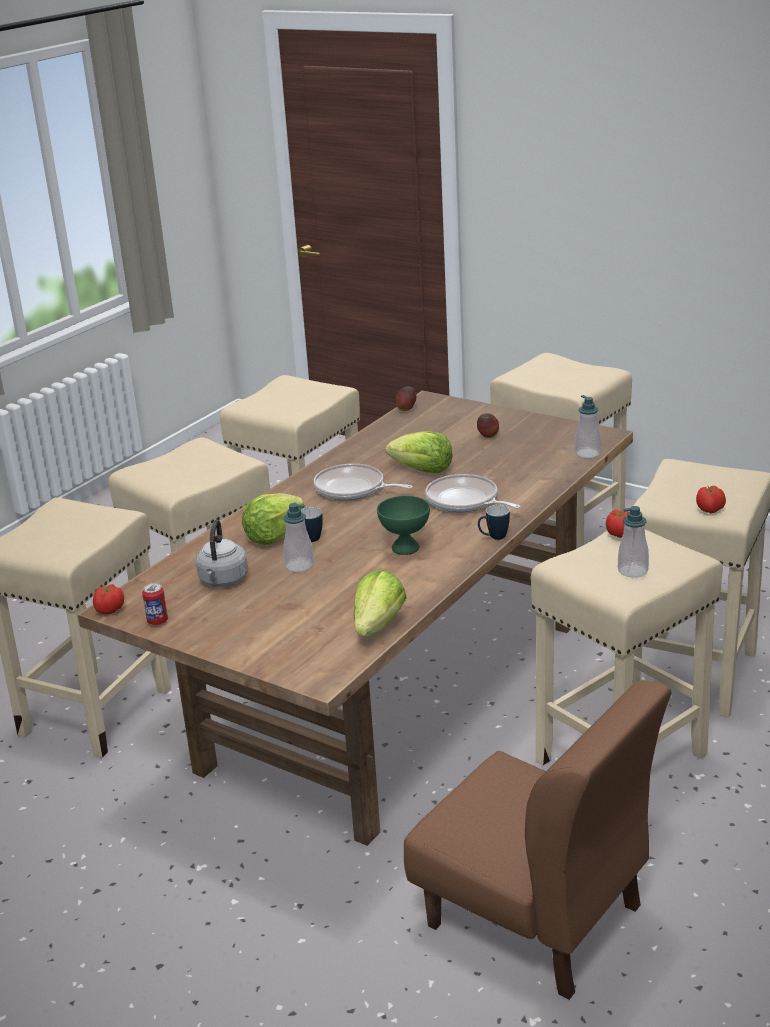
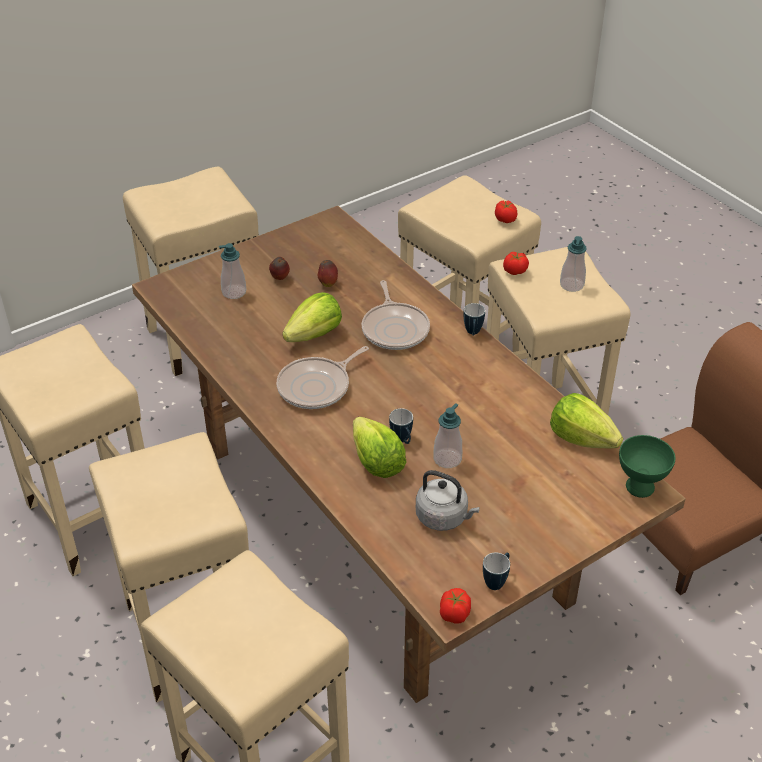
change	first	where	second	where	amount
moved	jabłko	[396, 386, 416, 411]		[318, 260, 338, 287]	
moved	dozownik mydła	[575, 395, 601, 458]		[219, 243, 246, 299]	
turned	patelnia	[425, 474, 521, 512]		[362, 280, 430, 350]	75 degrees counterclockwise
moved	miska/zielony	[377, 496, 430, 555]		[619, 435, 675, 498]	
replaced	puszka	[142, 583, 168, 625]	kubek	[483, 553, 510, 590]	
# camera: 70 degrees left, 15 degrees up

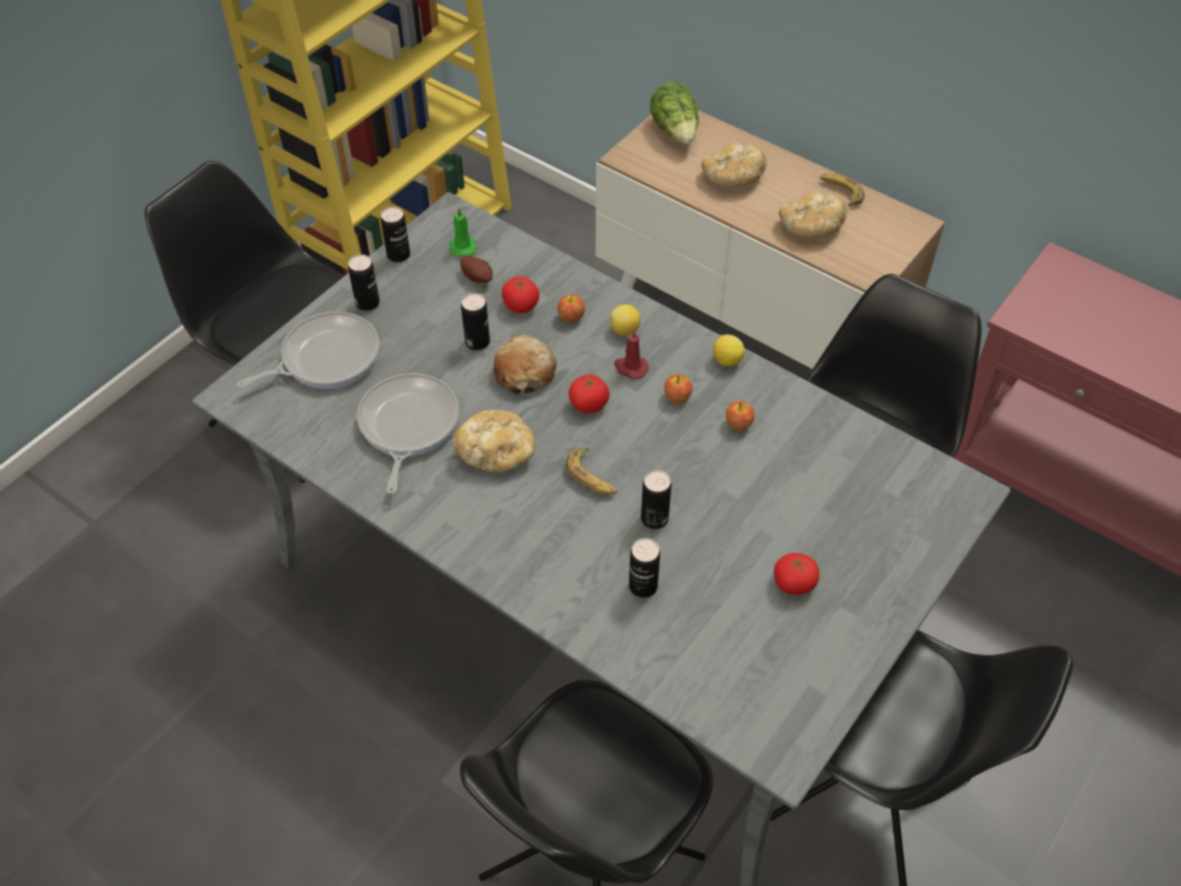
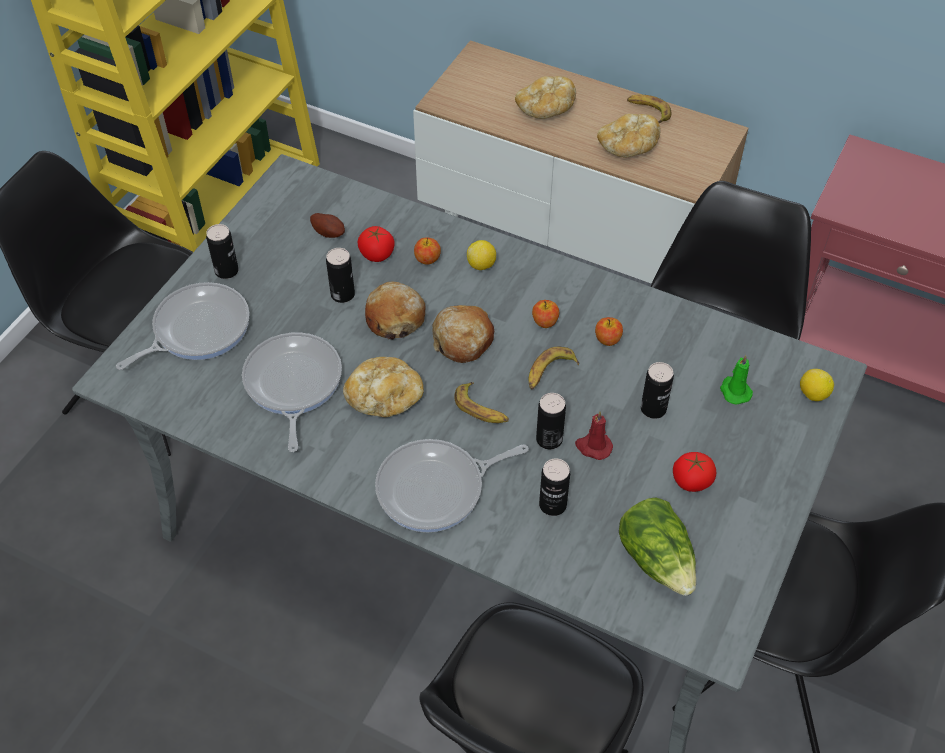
change	first	where	second	where	amount
moved	sałata	[650, 82, 699, 144]		[619, 497, 696, 596]	
moved	puszka	[381, 207, 410, 262]		[641, 362, 674, 419]	
moved	świeca/zielony	[450, 207, 477, 256]		[720, 355, 753, 405]	
moved	świeca/czerwony	[614, 328, 649, 379]		[575, 411, 613, 460]	
moved	cytryna	[713, 334, 745, 366]		[800, 369, 834, 401]	
replaced	pomidor	[569, 374, 610, 413]	chleb	[432, 305, 494, 363]	
added			banan	[529, 347, 579, 389]	
added			patelnia	[375, 439, 529, 533]	
# camera: 10 degrees left, 0 degrees up

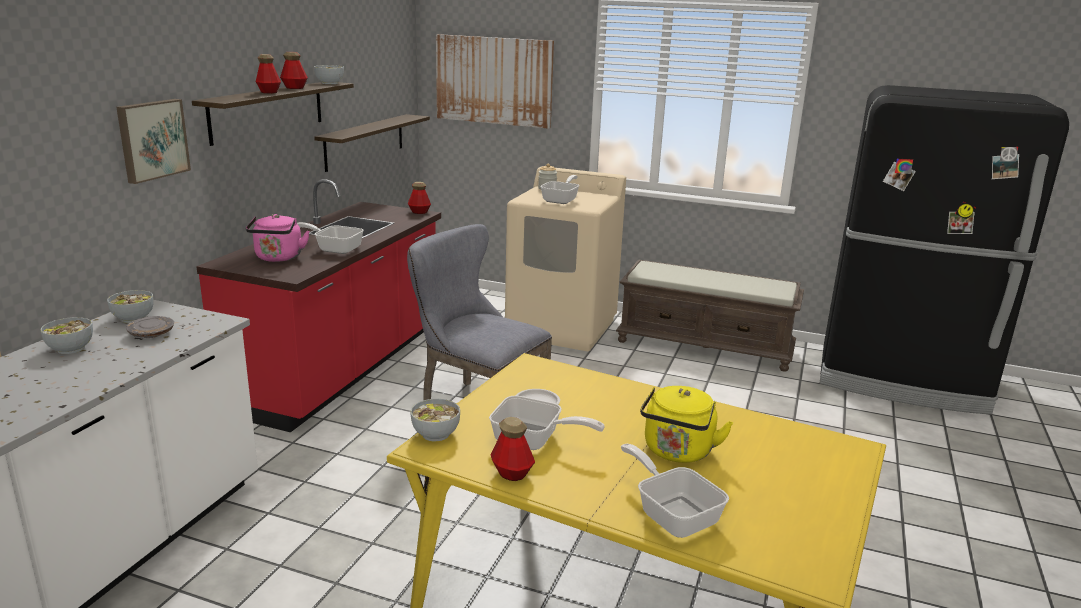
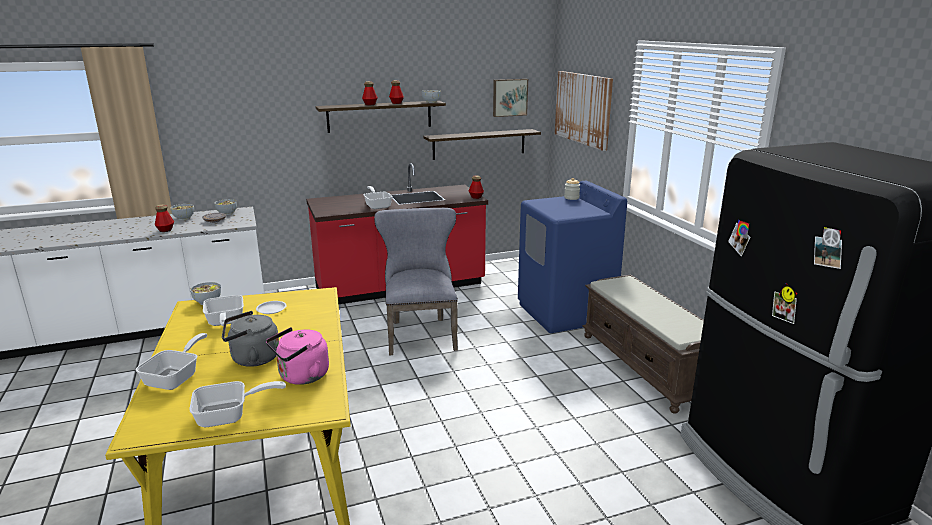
change	first	where	second	where	amount
moved	obraz	[116, 99, 191, 184]		[493, 79, 528, 117]	
recoloured	pralka/beżowy	[505, 167, 626, 351]	pralka/niebieski	[518, 181, 627, 333]	
moved	patelnia	[540, 175, 580, 204]		[189, 381, 286, 427]	
moved	czajnik/różowy	[246, 214, 310, 262]		[266, 327, 329, 385]	
recoloured	czajnik/żółty	[640, 386, 733, 463]	czajnik/szary	[222, 311, 279, 367]	
moved	butelka	[491, 417, 535, 481]		[155, 204, 174, 232]	
# camera: 50 degrees right, 0 degrees up

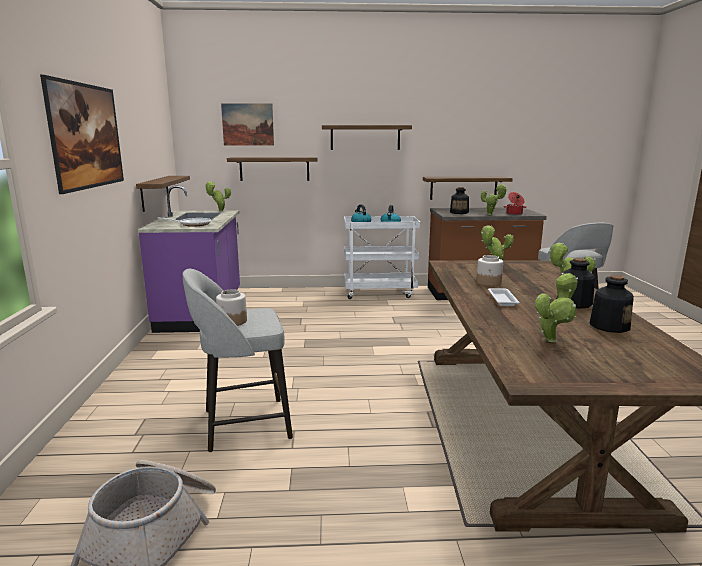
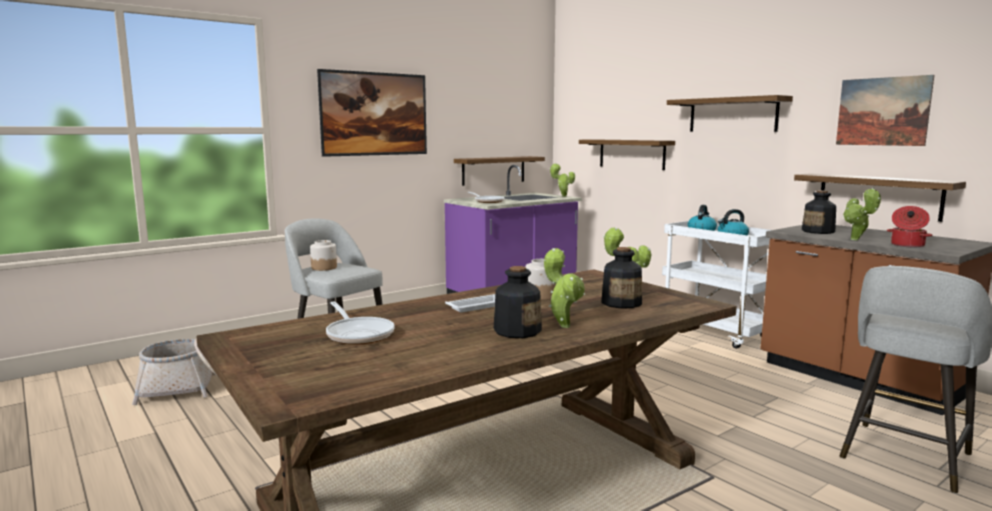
change	first	where	second	where	amount
moved	obraz	[221, 103, 274, 146]		[836, 75, 934, 146]	
replaced	roślina doniczkowa	[535, 273, 578, 342]	patelnia	[326, 301, 395, 345]	
moved	butelka	[589, 275, 634, 333]		[601, 247, 642, 309]	
# camera: 55 degrees right, 5 degrees down

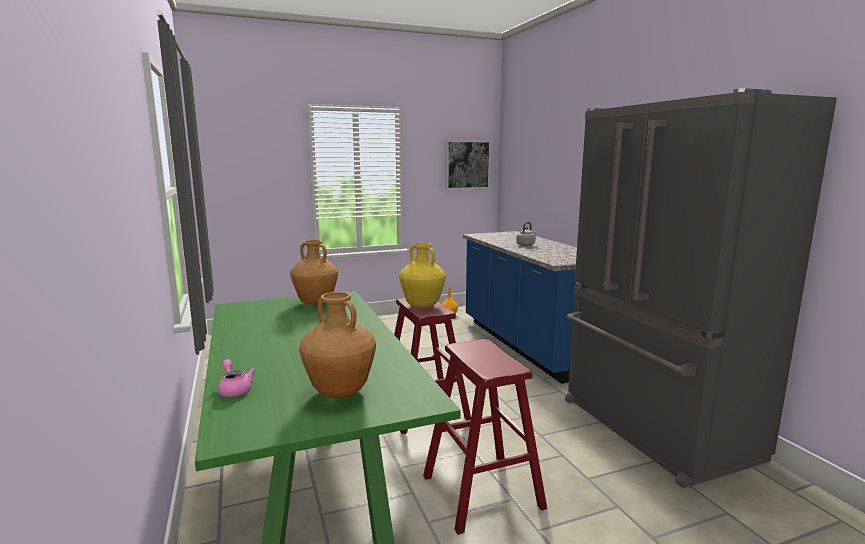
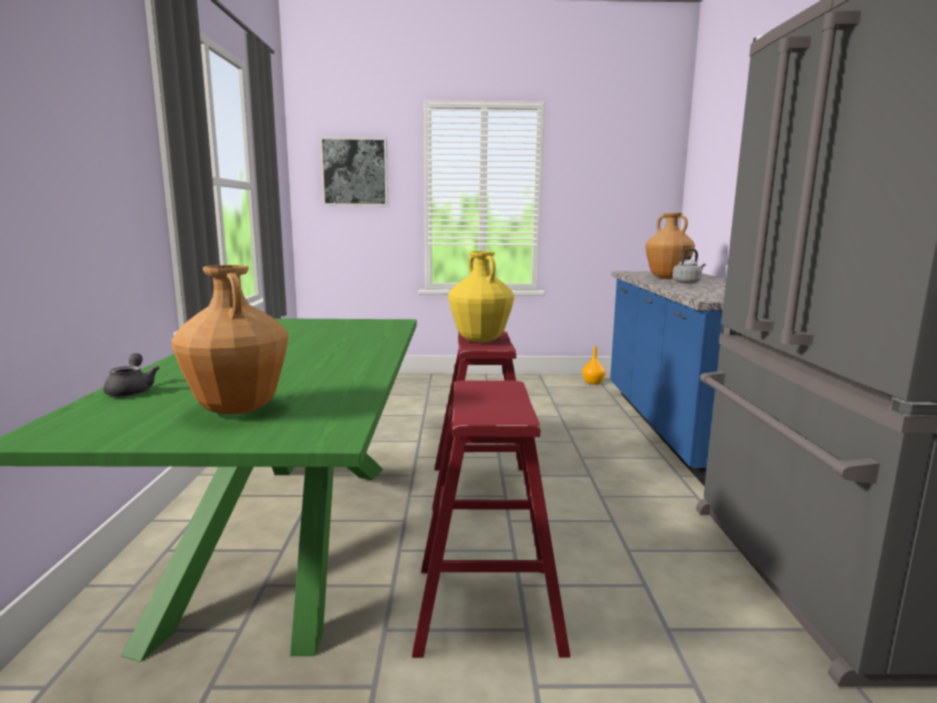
change	first	where	second	where	amount
moved	obraz	[445, 140, 491, 190]		[319, 137, 388, 206]	
moved	wazon/brązowy	[290, 240, 338, 305]		[645, 213, 695, 279]	
recoloured	imbryk/różowy	[218, 359, 256, 397]	imbryk/szary	[103, 353, 159, 397]	
# camera: 20 degrees right, 0 degrees up

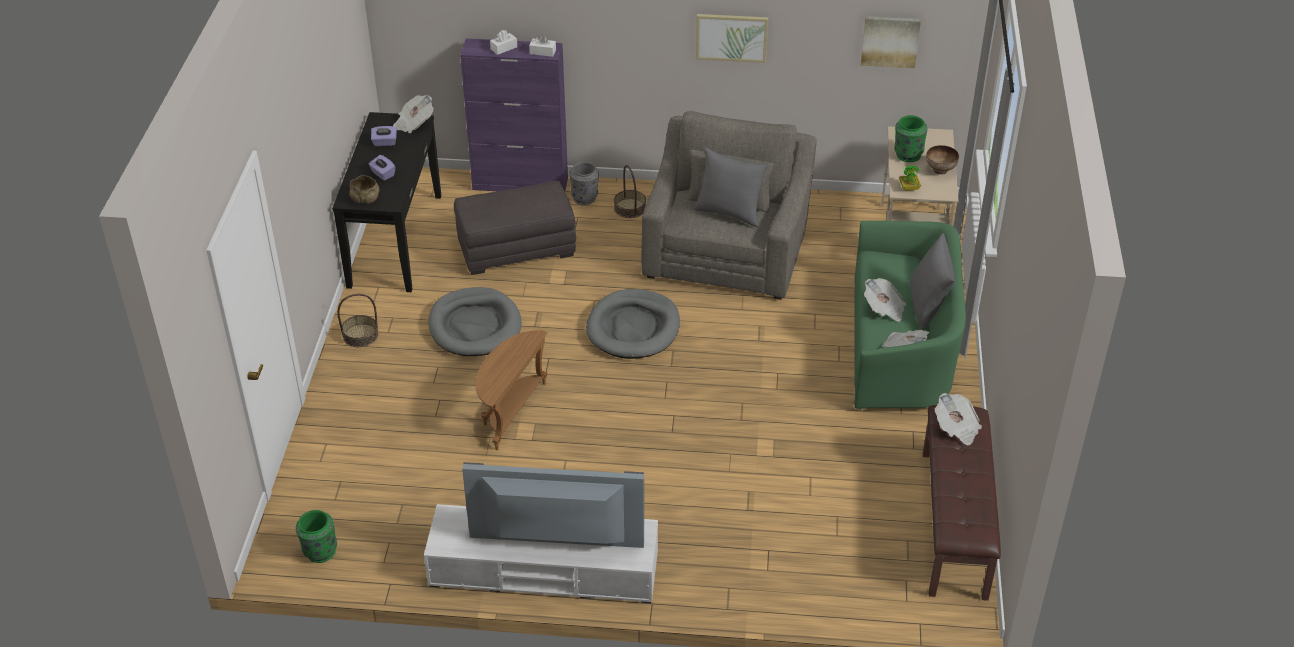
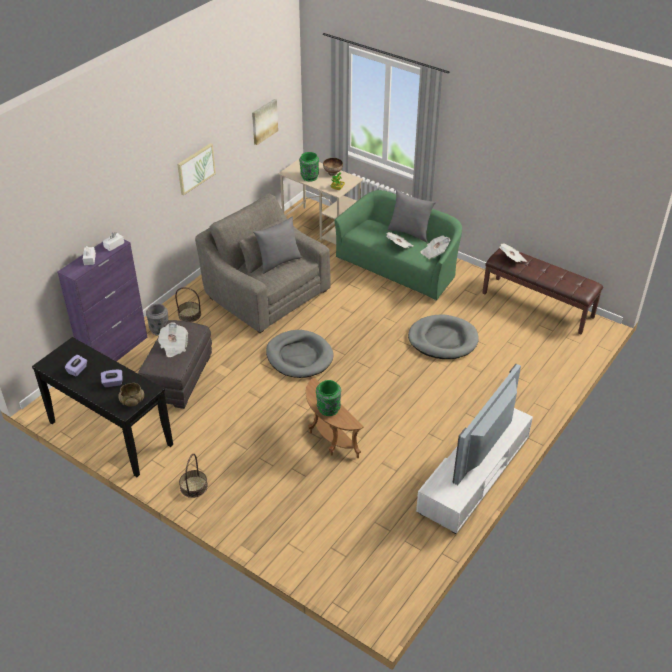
change	first	where	second	where	amount
moved	gazeta	[393, 95, 434, 133]		[158, 322, 188, 357]	
moved	legowisko/szary	[428, 287, 522, 356]		[408, 314, 479, 359]	
moved	wazon/zielony	[296, 510, 337, 563]		[316, 380, 341, 416]	
# camera: 60 degrees left, 0 degrees up

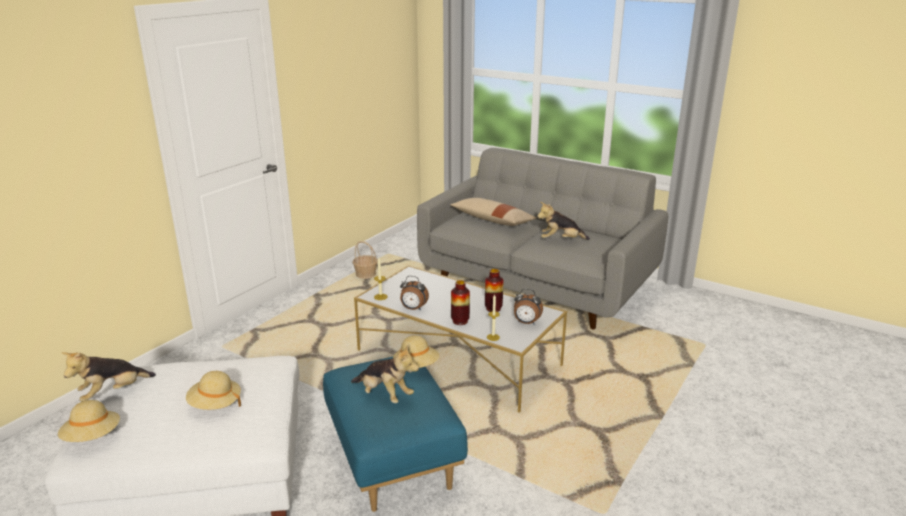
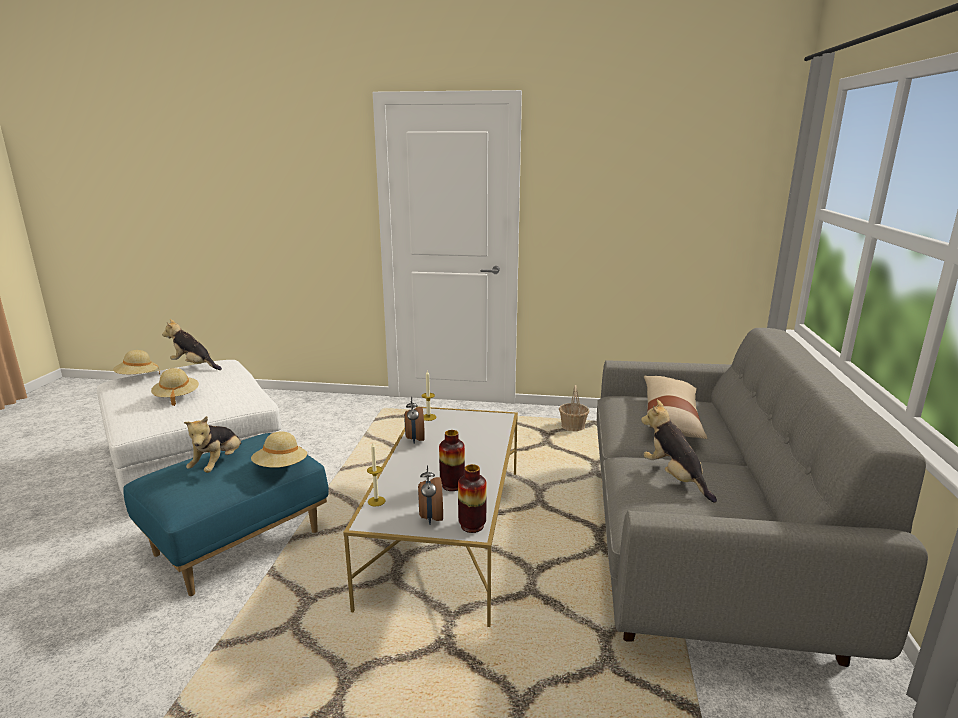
change	first	where	second	where	amount
moved	wazon	[451, 280, 470, 325]		[458, 464, 487, 533]	
# camera: 65 degrees right, 5 degrees down

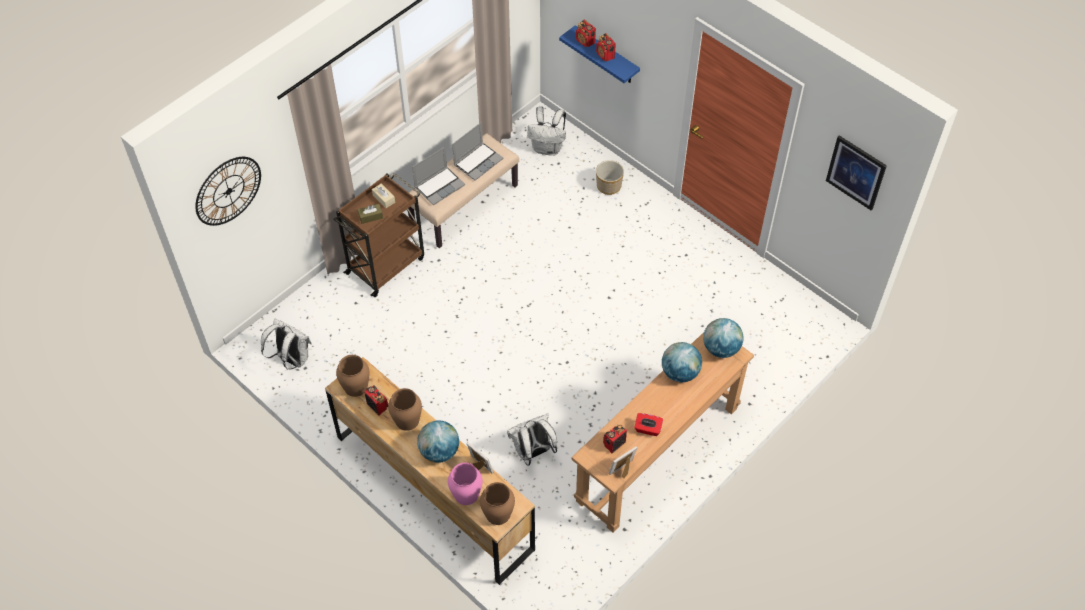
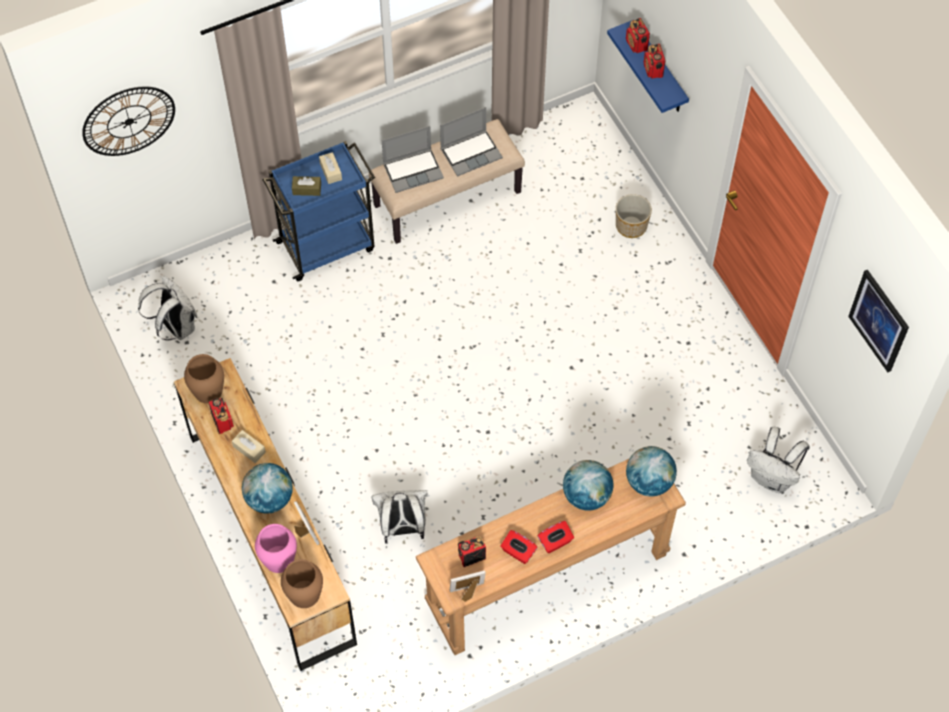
change	first	where	second	where	amount
moved	plecak/biały	[527, 106, 566, 156]		[747, 427, 810, 493]	
recoloured	wózek/brązowy	[334, 173, 424, 297]	wózek/niebieski	[263, 141, 375, 281]	
replaced	wazon/brązowy	[388, 388, 422, 431]	pudełko chusteczek/beżowy	[232, 430, 266, 463]	
added			pudełko chusteczek/czerwony	[537, 521, 574, 553]	
# camera: 20 degrees right, 5 degrees up

